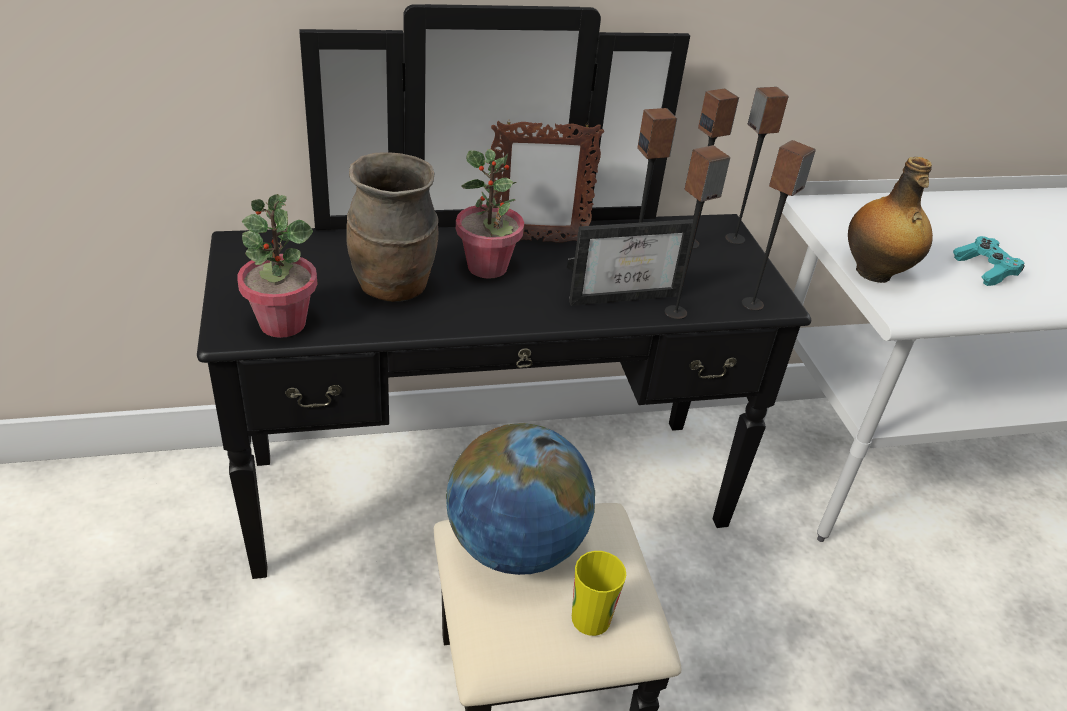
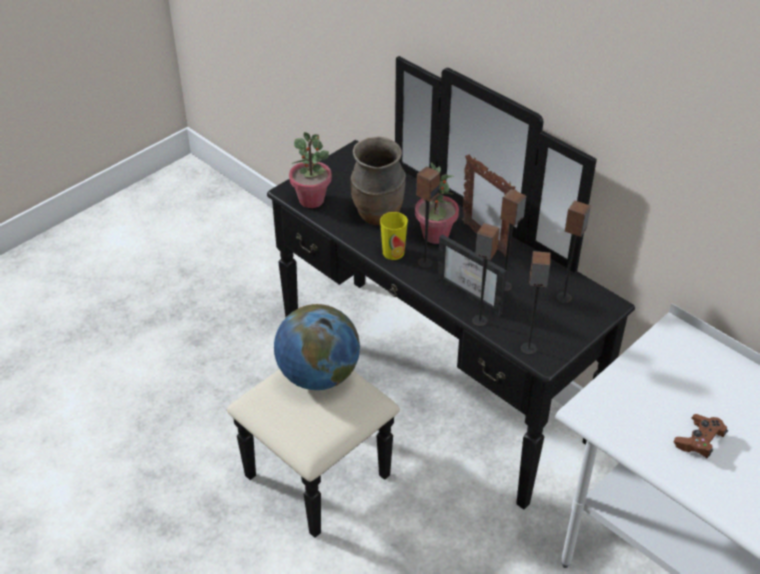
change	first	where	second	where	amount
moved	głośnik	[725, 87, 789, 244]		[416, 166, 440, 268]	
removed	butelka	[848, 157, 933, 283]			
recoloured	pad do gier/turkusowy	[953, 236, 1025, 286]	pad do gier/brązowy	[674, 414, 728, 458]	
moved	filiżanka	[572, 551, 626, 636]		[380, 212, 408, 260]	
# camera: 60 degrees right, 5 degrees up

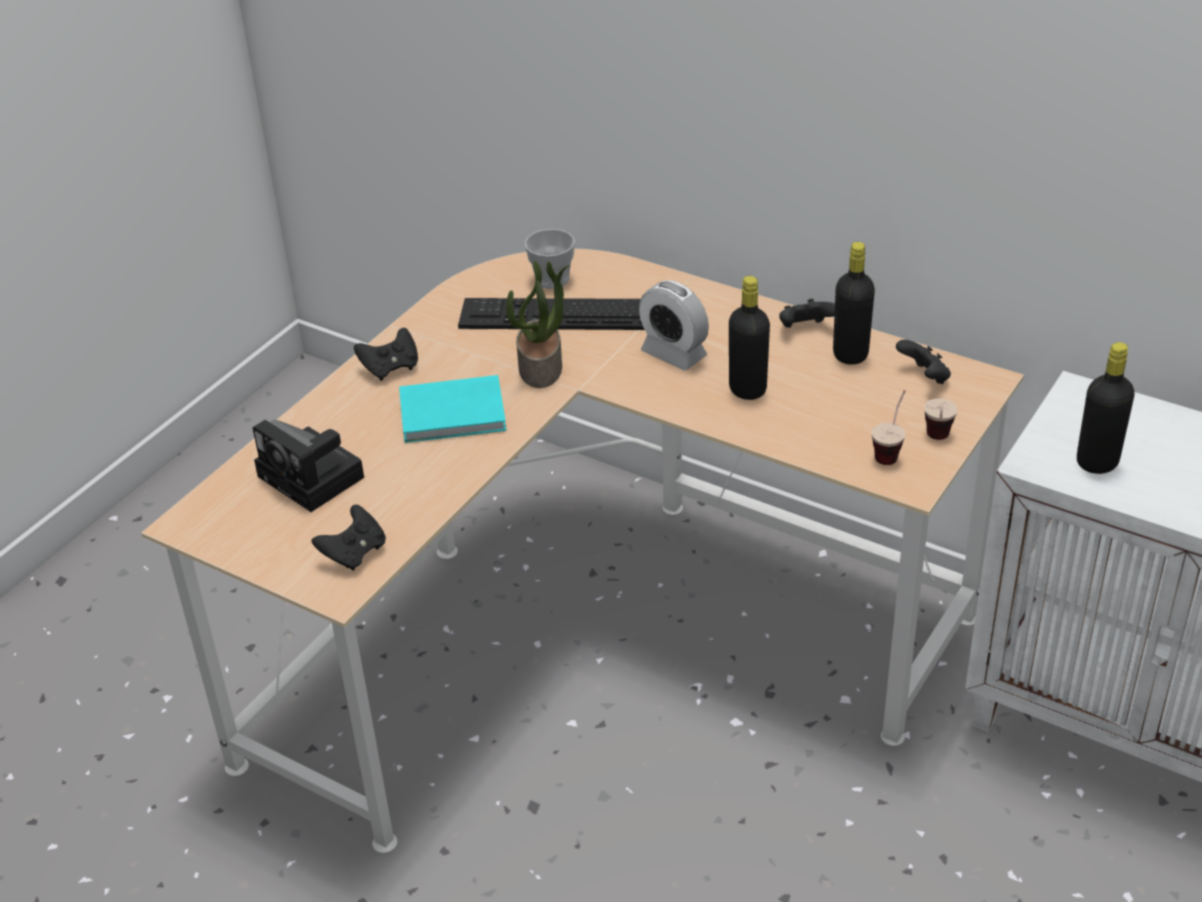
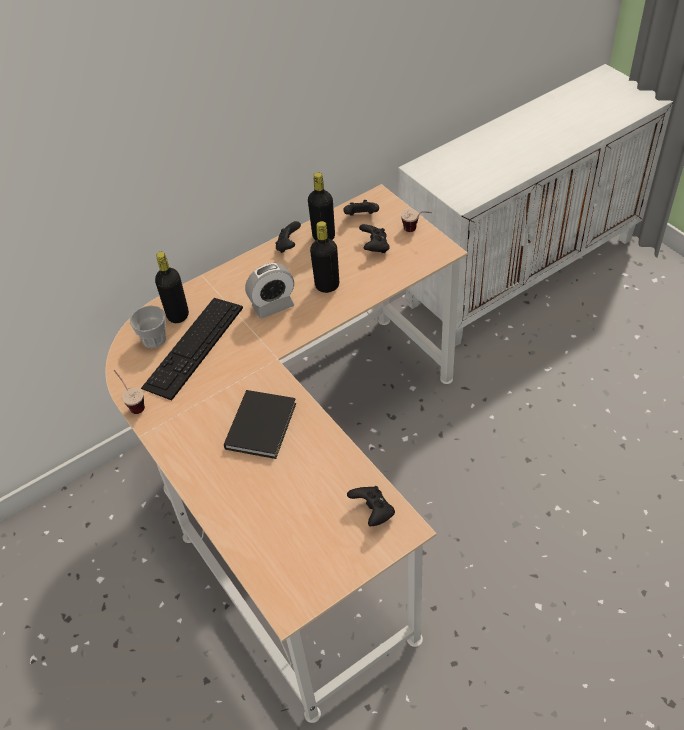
change	first	where	second	where	amount
removed	roślina doniczkowa	[506, 260, 570, 388]			
moved	pad do gier/czarny	[354, 328, 418, 381]		[359, 224, 390, 253]	
moved	butelka/czarny	[1077, 342, 1135, 474]		[155, 252, 189, 323]	
recoloured	książka/turkusowy	[399, 375, 506, 443]	książka/czarny	[224, 390, 296, 459]	
moved	filiżanka	[872, 390, 905, 465]		[114, 370, 145, 414]	
removed	aparat fotograficzny	[253, 420, 364, 512]			
# camera: 65 degrees left, 10 degrees up

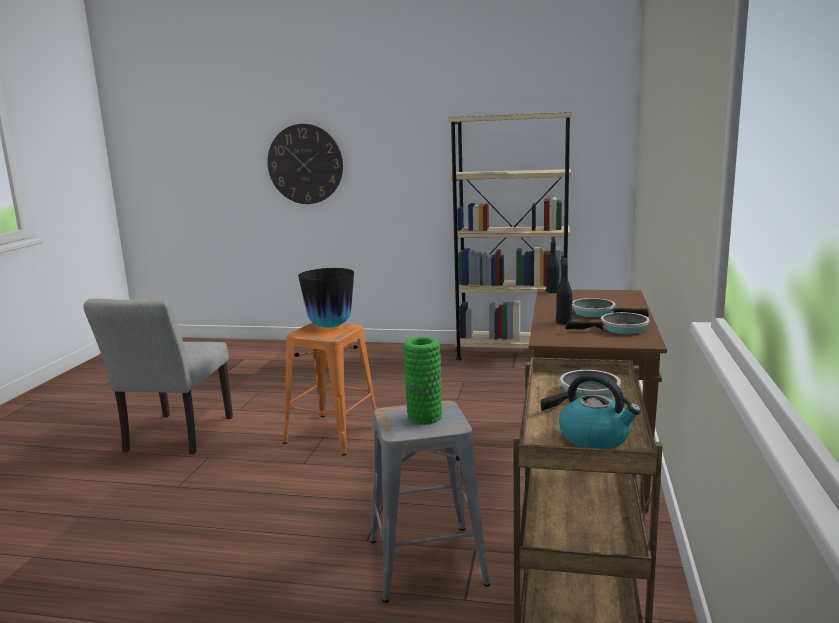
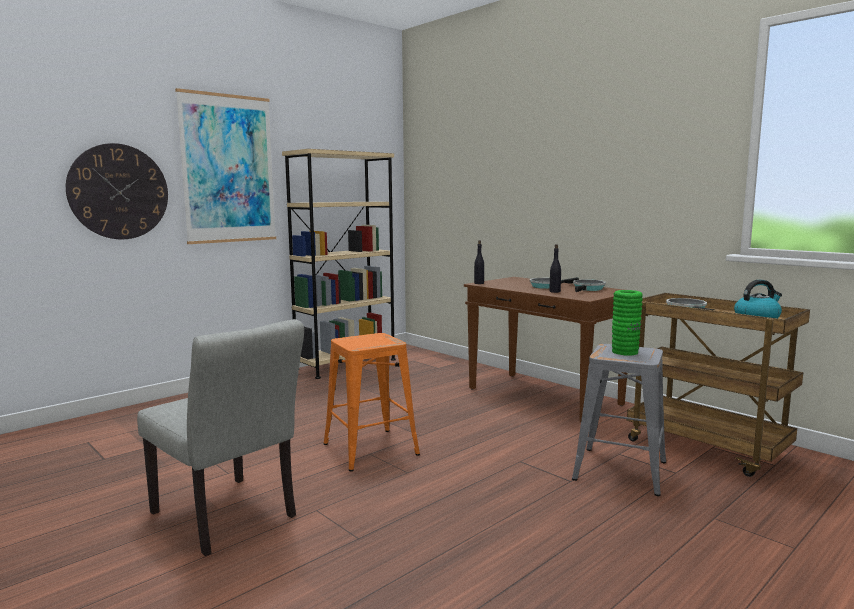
change	first	where	second	where	amount
removed	wazon	[298, 268, 354, 328]			
added			obraz	[175, 88, 276, 244]	
# camera: 55 degrees left, 5 degrees down

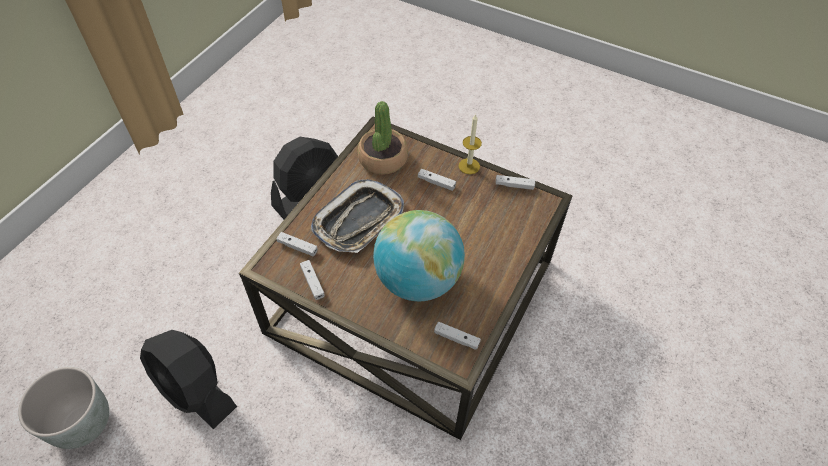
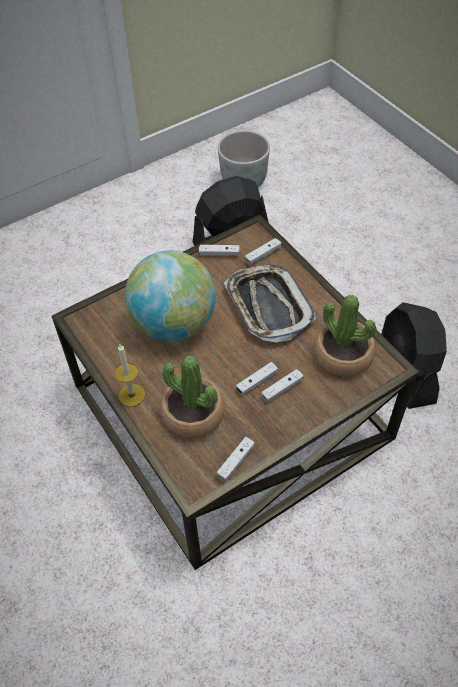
change	first	where	second	where	amount
moved	świeca	[459, 114, 482, 174]		[115, 344, 145, 407]	
moved	pad do gier/biały	[434, 322, 481, 350]		[236, 362, 278, 395]	
added			roślina doniczkowa	[160, 356, 224, 438]	
# camera: 120 degrees right, 0 degrees up

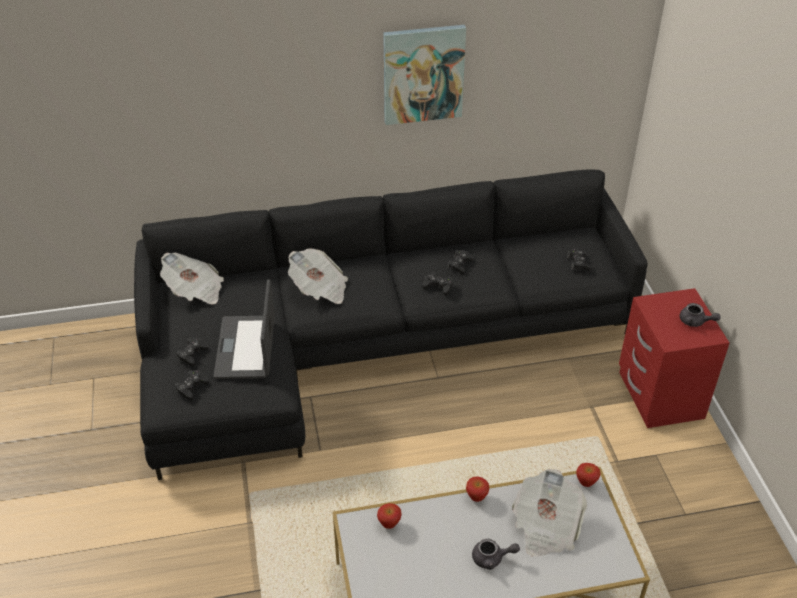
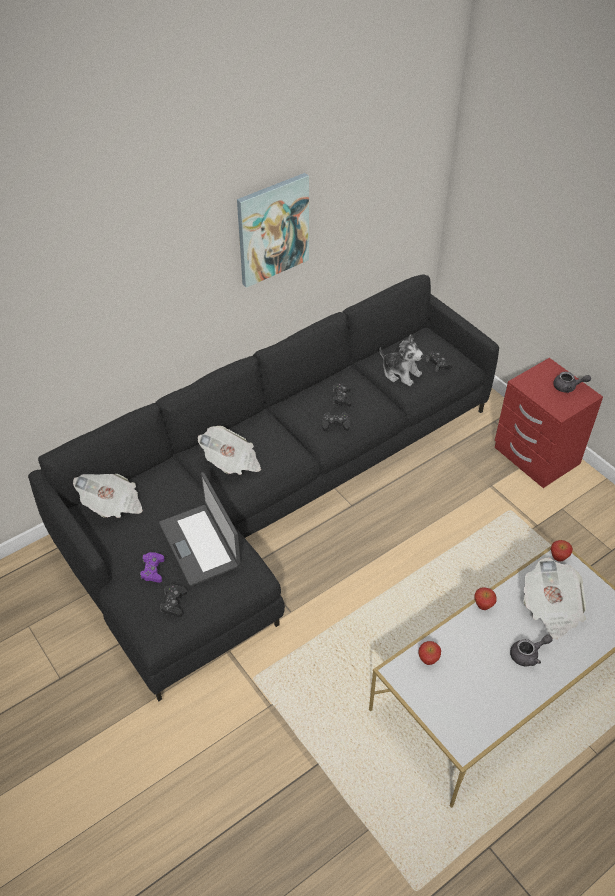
change	first	where	second	where	amount
recoloured	pad do gier/czarny	[177, 338, 208, 367]	pad do gier/fioletowy	[140, 552, 165, 583]	
added			pluszak	[380, 334, 423, 386]	
# camera: 25 degrees left, 5 degrees up

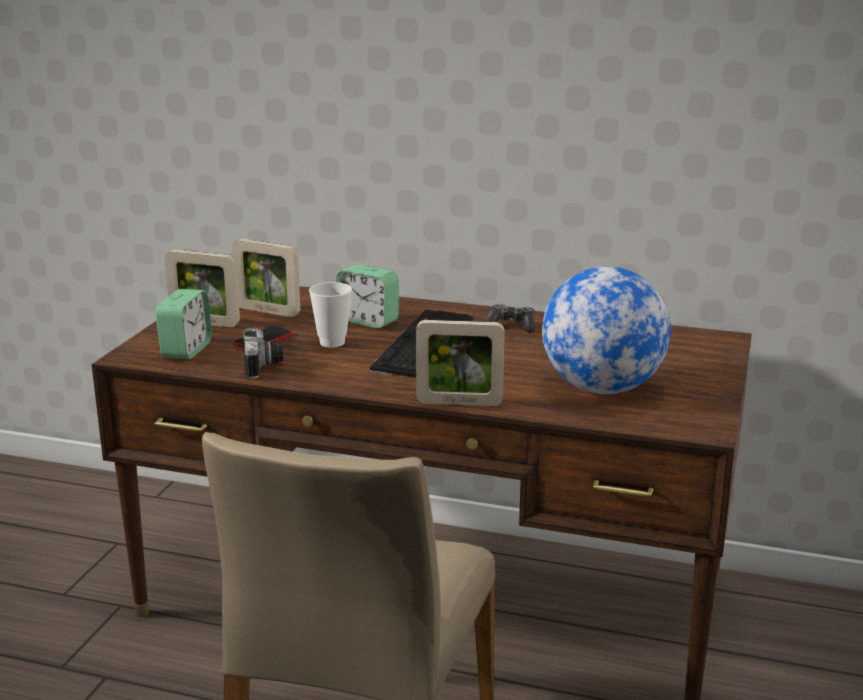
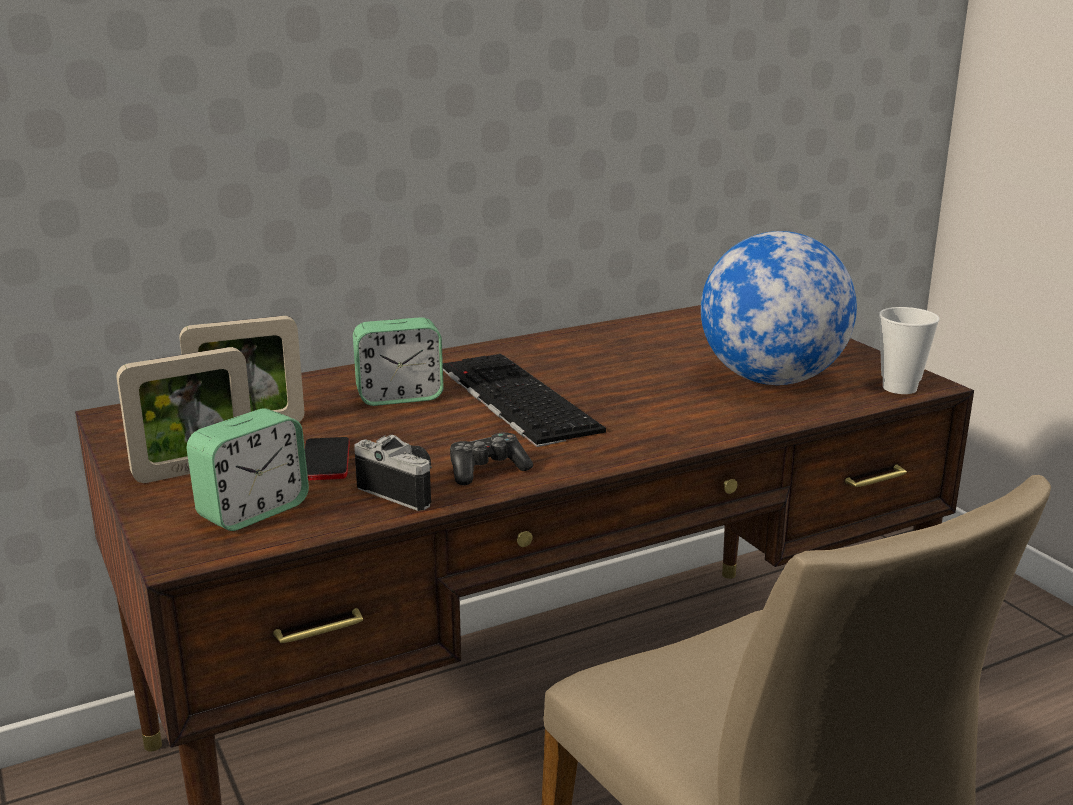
change	first	where	second	where	amount
moved	filiżanka	[309, 282, 352, 348]		[879, 307, 939, 394]	
turned	budzik	[156, 289, 212, 359]		[187, 408, 309, 531]	75 degrees clockwise
moved	pad do gier	[485, 305, 535, 332]		[450, 432, 533, 485]	
removed	ramka na zdjęcie	[416, 320, 505, 406]			
# camera: 45 degrees left, 0 degrees up

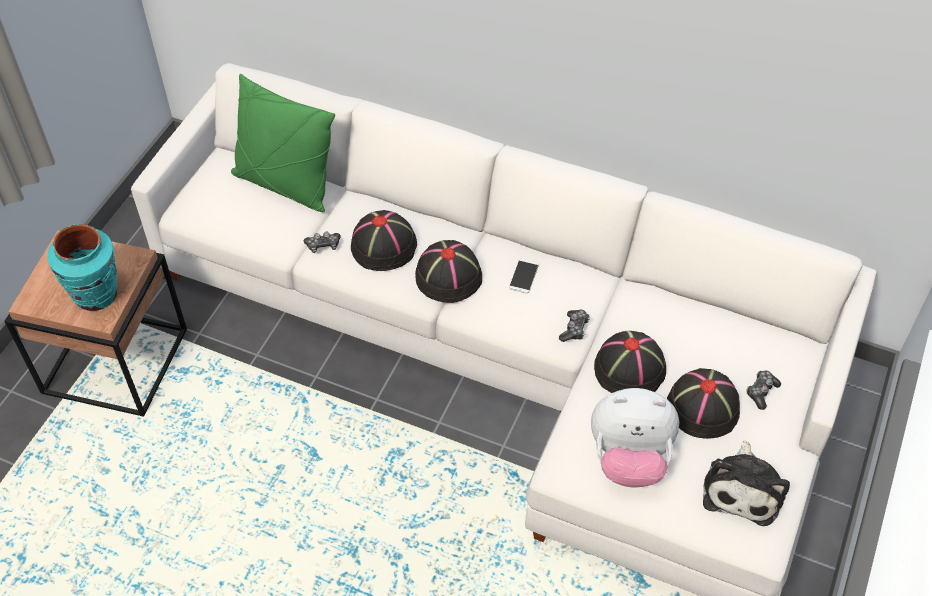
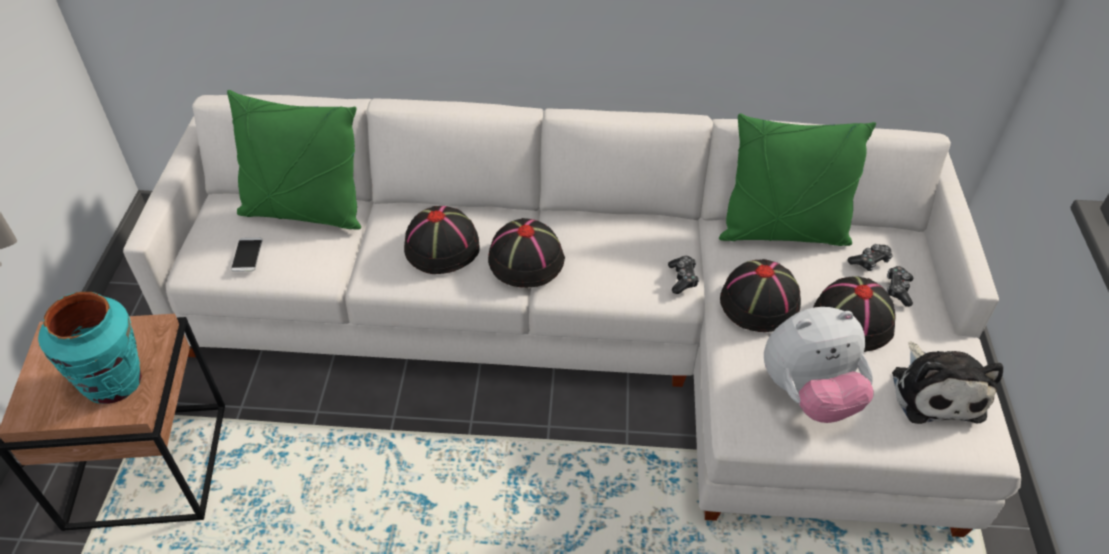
change	first	where	second	where	amount
moved	pad do gier	[304, 232, 341, 253]		[847, 244, 893, 271]	
moved	telefon	[509, 259, 539, 293]		[231, 238, 263, 272]	
added			poduszka/zielony	[719, 113, 876, 246]	
# camera: 20 degrees left, 5 degrees down

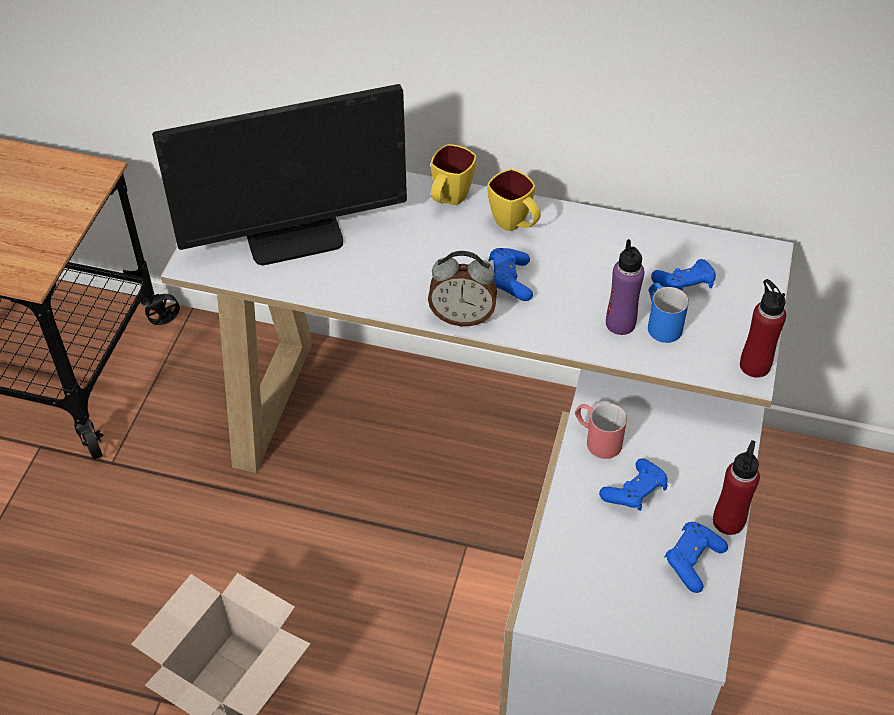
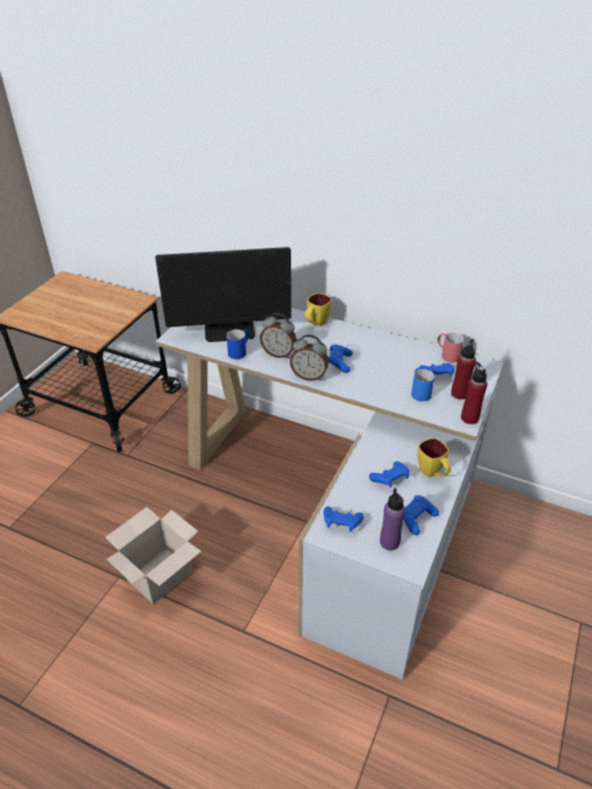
change	first	where	second	where	amount
moved	kubek/żółty	[487, 169, 541, 231]		[418, 438, 451, 477]	
moved	butelka/fioletowy	[606, 239, 645, 335]		[380, 488, 405, 550]	
moved	kubek/czerwony	[575, 403, 627, 459]		[437, 333, 464, 363]	
moved	butelka/czerwony	[713, 440, 760, 535]		[451, 339, 476, 400]	
added			budzik	[260, 313, 297, 358]	
added			kubek/niebieski	[226, 329, 249, 359]	
added			pad do gier/niebieski	[324, 506, 364, 532]	
# camera: 10 degrees right, 10 degrees down

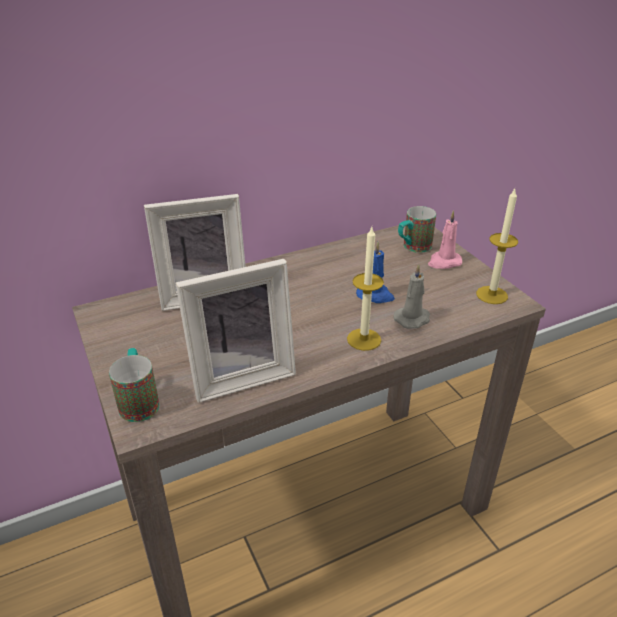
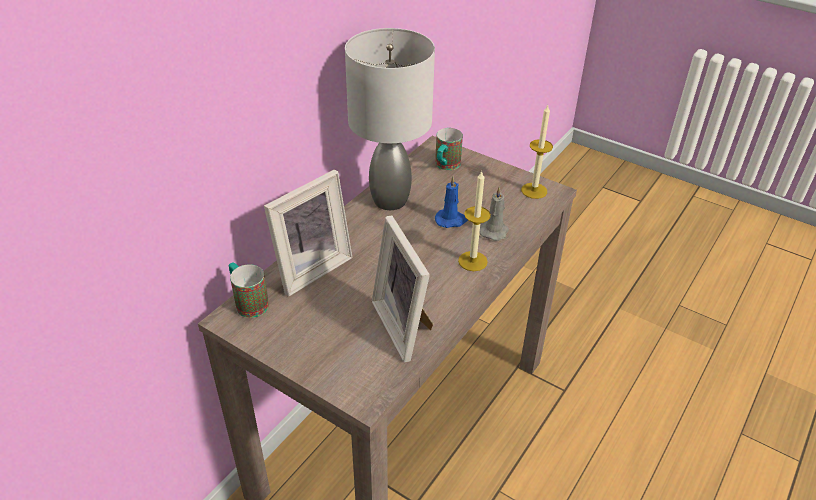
change	first	where	second	where	amount
removed	świeca/różowy	[428, 210, 462, 269]			
turned	ramka na zdjęcie	[176, 259, 296, 403]		[372, 216, 433, 363]	120 degrees clockwise
moved	kubek	[109, 348, 160, 422]		[229, 262, 269, 318]	
added			lampa stołowa/szary	[345, 28, 435, 210]	
# camera: 30 degrees left, 5 degrees up

